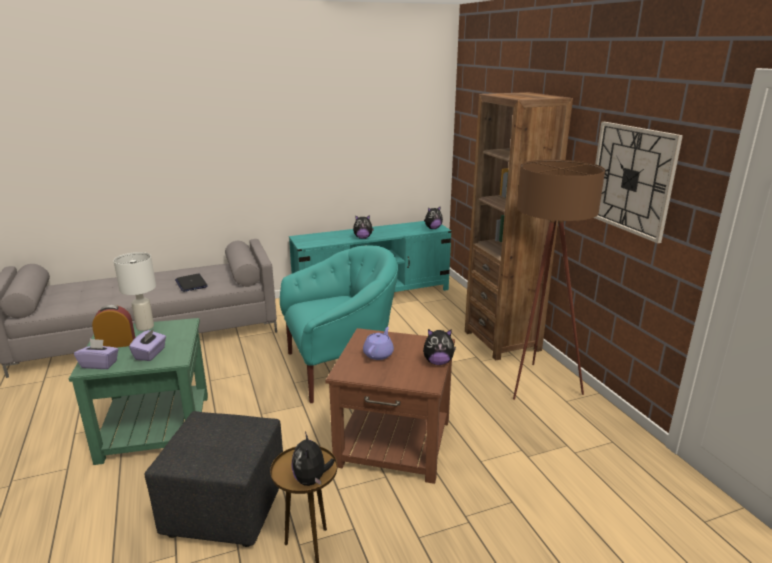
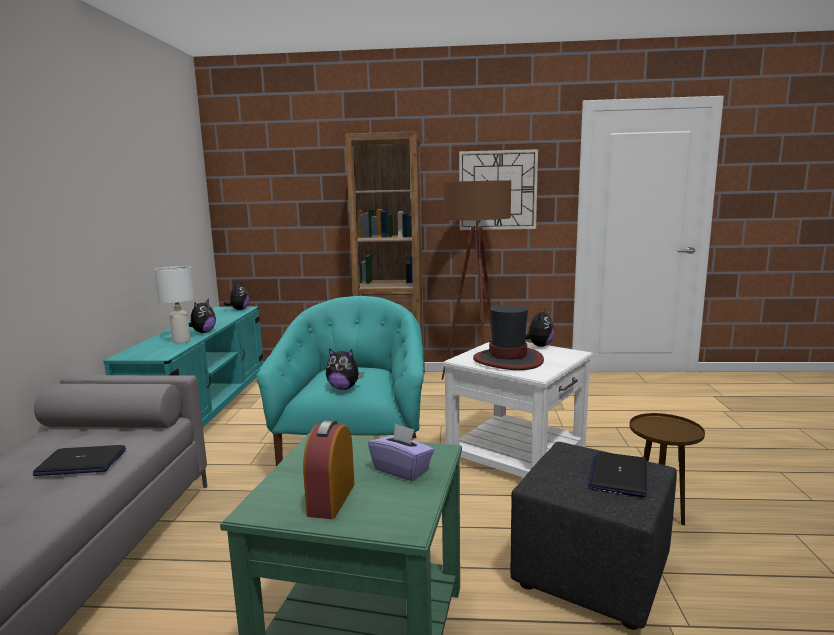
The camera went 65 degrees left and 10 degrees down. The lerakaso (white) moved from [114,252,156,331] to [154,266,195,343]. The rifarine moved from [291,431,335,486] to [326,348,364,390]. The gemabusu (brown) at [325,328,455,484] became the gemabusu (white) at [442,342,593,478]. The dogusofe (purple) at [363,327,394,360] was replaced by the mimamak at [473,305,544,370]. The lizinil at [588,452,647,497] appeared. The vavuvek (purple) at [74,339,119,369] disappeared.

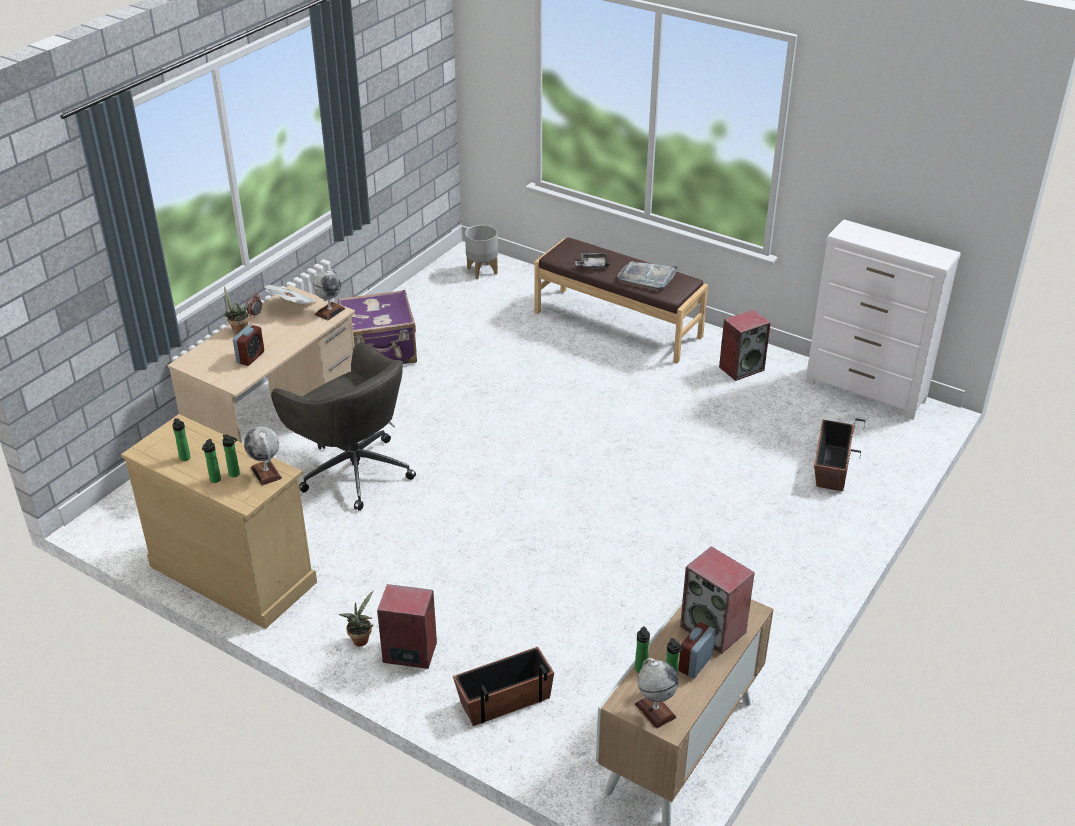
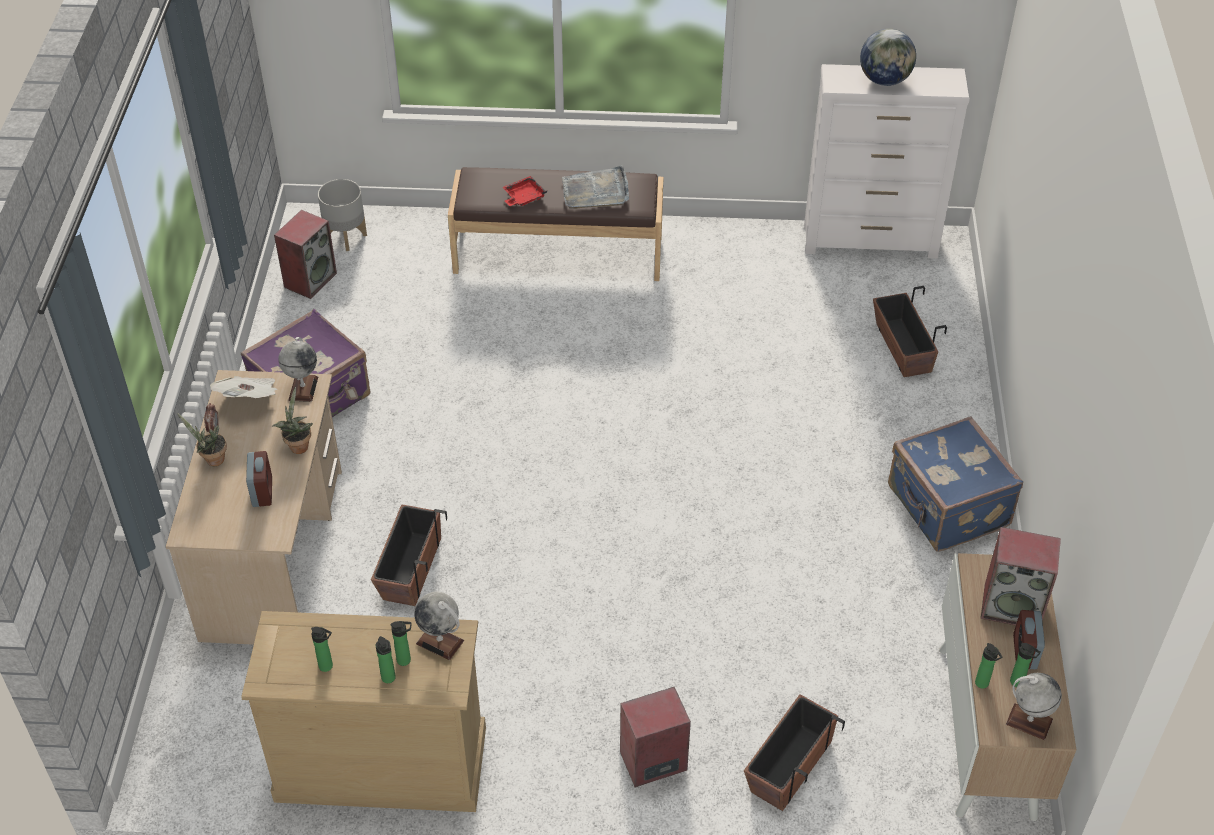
The camera went 30 degrees left and 10 degrees up. The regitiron moved from [338,591,374,647] to [272,387,313,454]. The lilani moved from [719,309,771,381] to [274,210,337,299]. The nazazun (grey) at [271,343,416,511] was replaced by the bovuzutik at [371,504,447,606]. The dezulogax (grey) at [575,253,610,269] became the dezulogax (red) at [502,176,547,206]. The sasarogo at [860,29,916,86] appeared. The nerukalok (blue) at [888,416,1023,552] appeared.

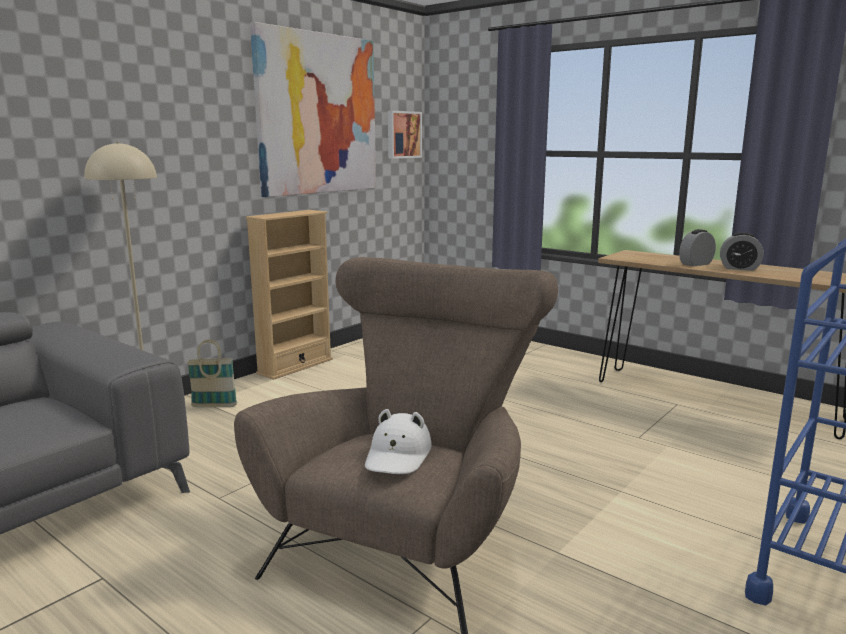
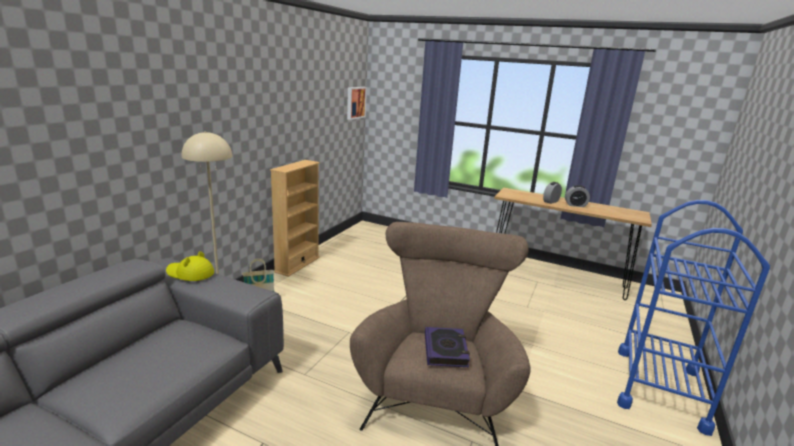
The camera went 15 degrees left and 5 degrees up. The mimamak (yellow) at [166,251,214,281] appeared. The mimamak (white) at [365,409,432,474] was replaced by the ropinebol at [425,327,470,367]. The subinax at [250,22,376,197] disappeared.

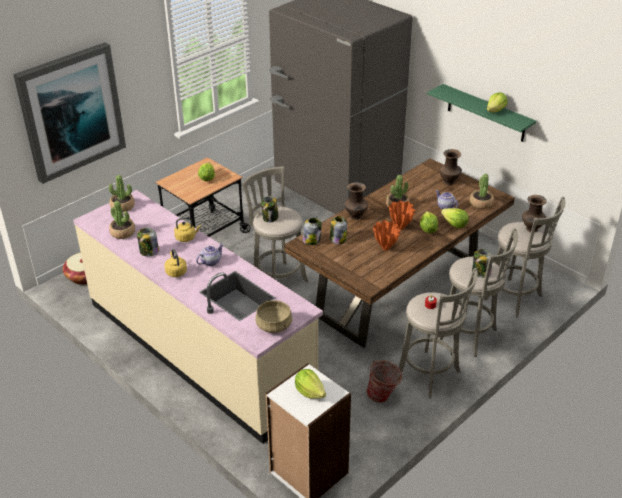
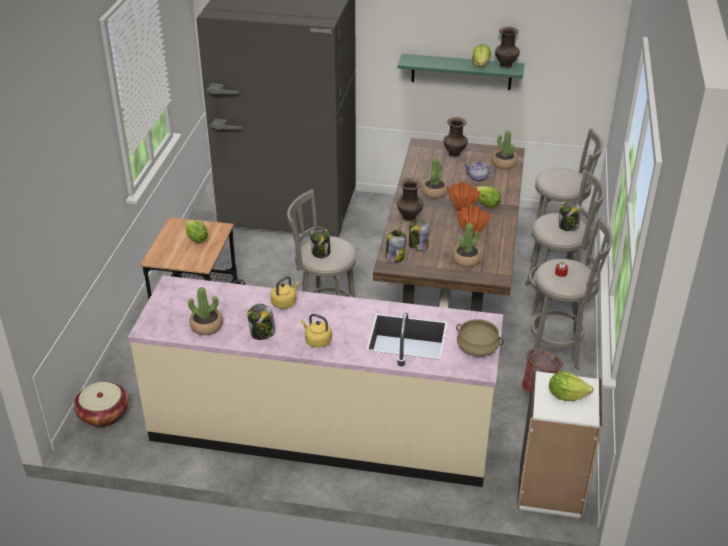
The camera went 35 degrees left and 0 degrees up. The regitiron moved from [109,175,135,212] to [452,223,482,267]. The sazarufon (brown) moved from [522,195,547,233] to [495,27,520,68]. The subinax at [13,43,126,184] disappeared. The dogusofe at [196,243,224,266] disappeared. The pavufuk at [441,208,469,228] disappeared.

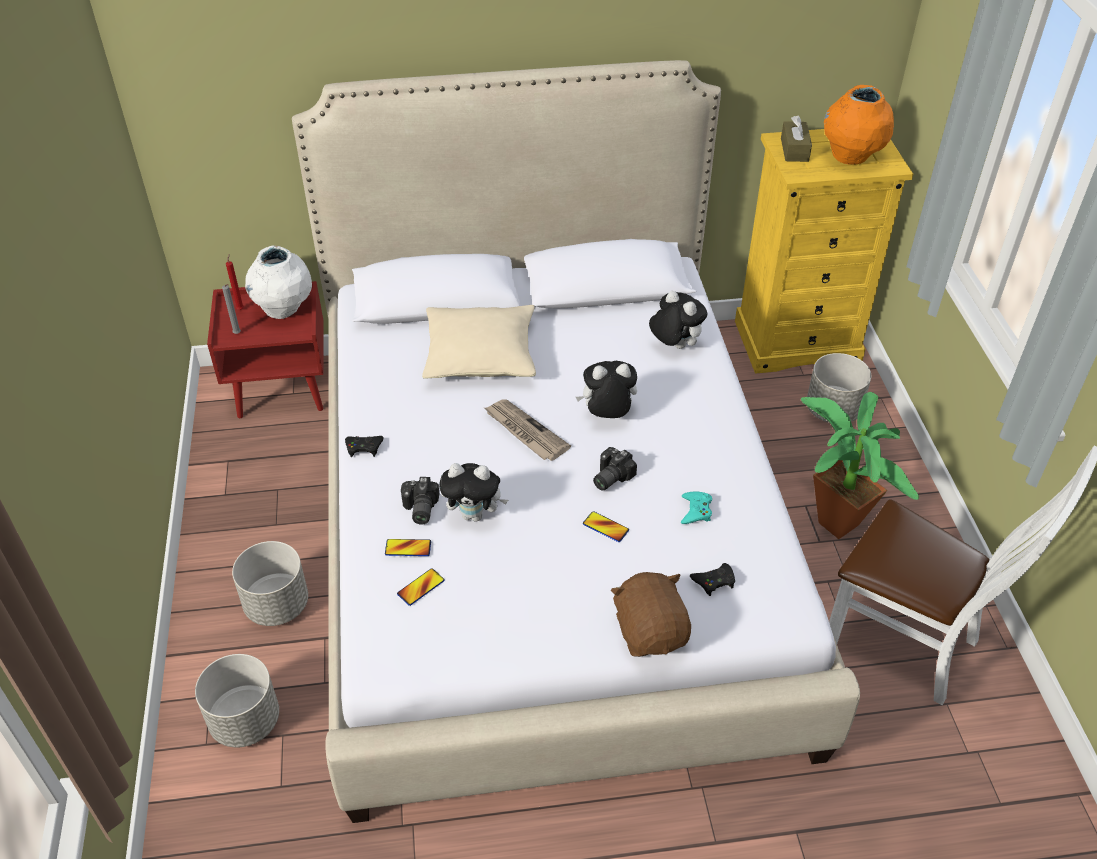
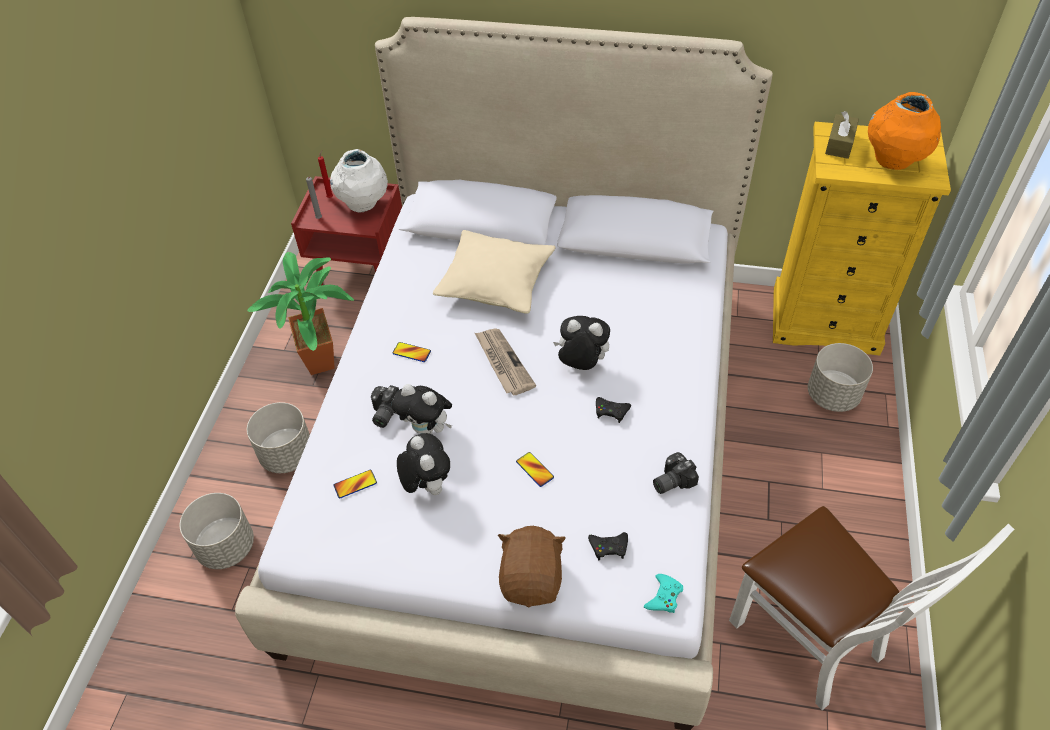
The camera went 20 degrees right and 5 degrees up. The regitiron moved from [801,392,919,539] to [247,252,354,375]. The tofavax moved from [385,539,431,556] to [392,342,431,362]. The rifarine moved from [649,291,707,349] to [397,433,450,495]. The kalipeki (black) moved from [345,436,384,457] to [596,397,631,423]. The kalipeki (turquoise) moved from [681,491,712,524] to [644,574,683,613]. The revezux moved from [593,447,637,491] to [653,452,699,494].

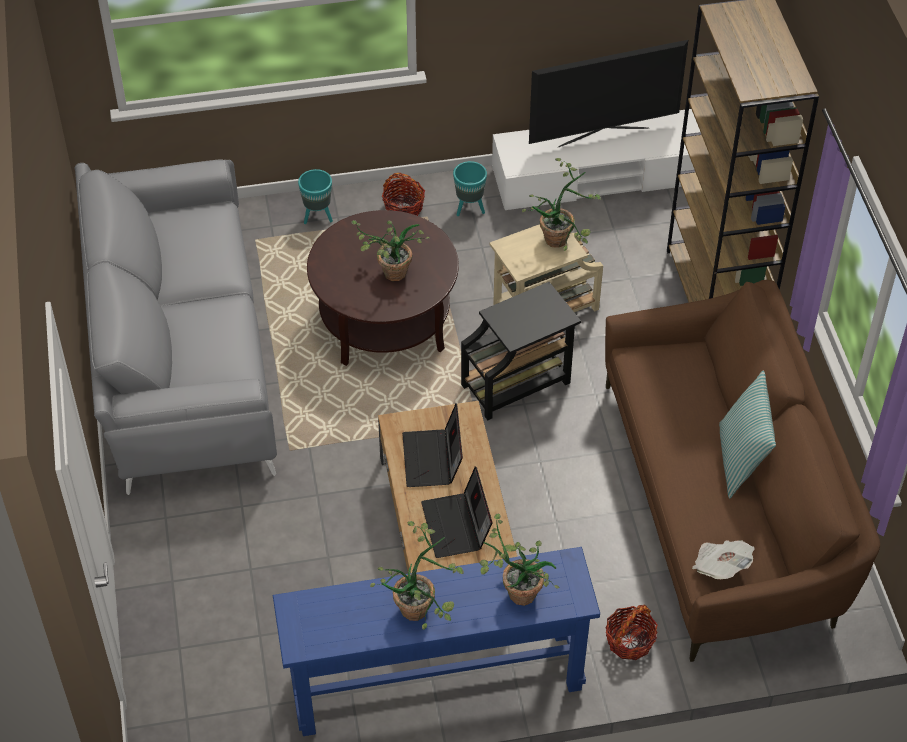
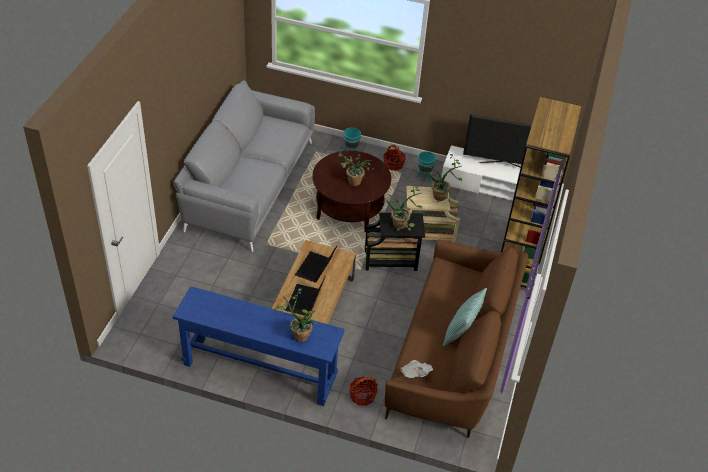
The camera went 25 degrees right and 5 degrees down. The regitiron moved from [370,521,464,630] to [383,181,422,231].

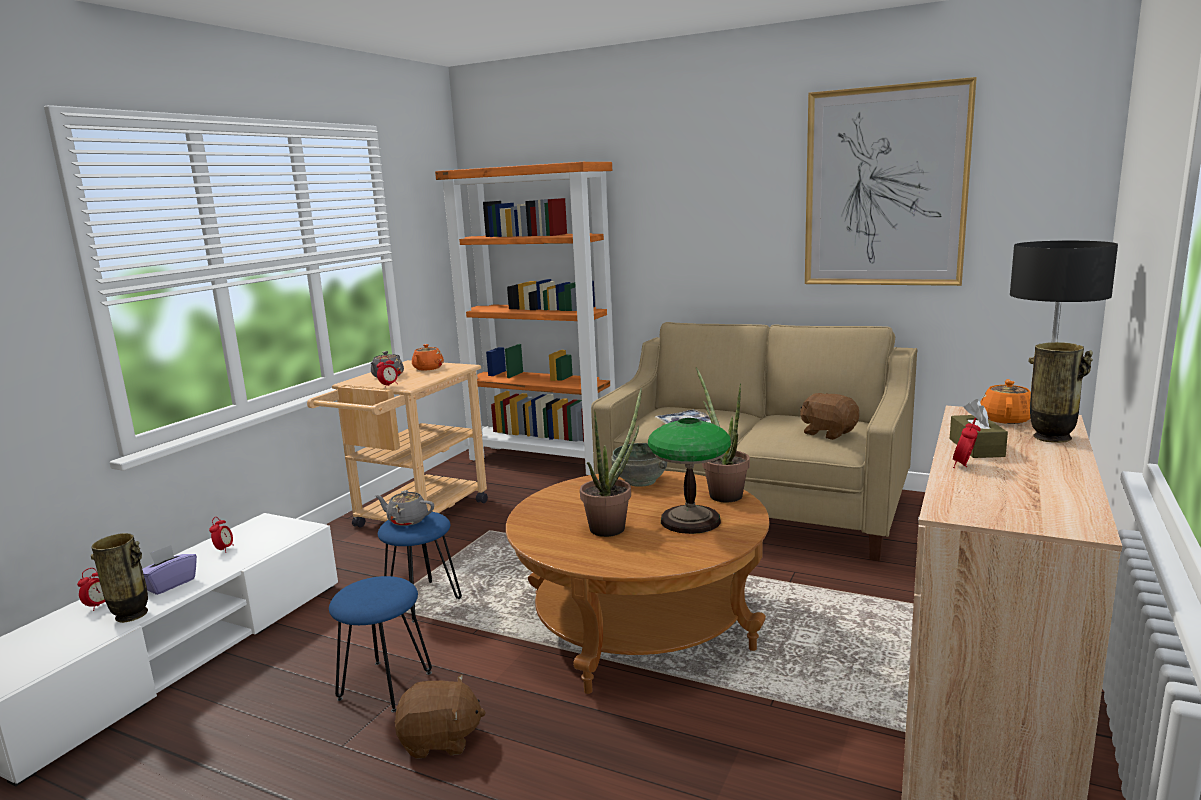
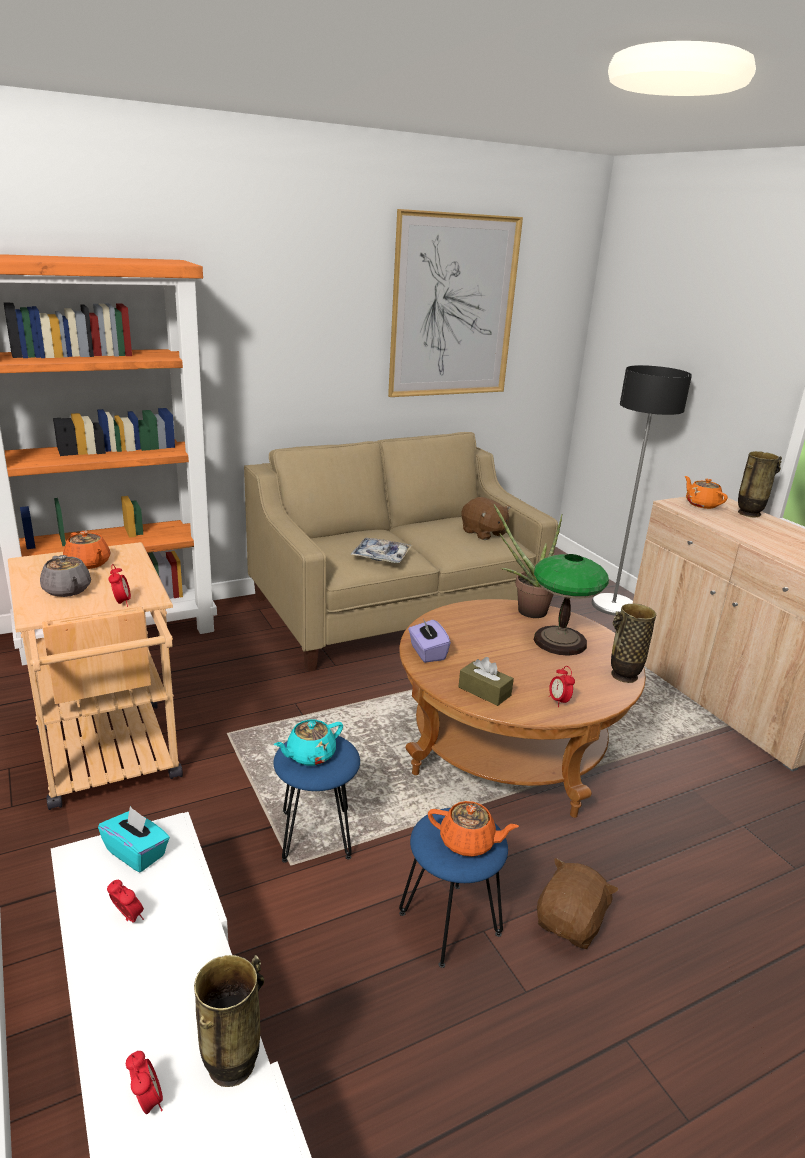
The camera went 55 degrees left and 10 degrees up. The vavuvek (turquoise) at [98,806,170,872] appeared. The dogusofe (grey) at [375,490,434,526] became the dogusofe (turquoise) at [274,720,343,766]. The vavuvek (purple) moved from [142,545,197,595] to [408,619,451,663]. The dogusofe (orange) at [428,801,519,857] appeared. The vavuvek (brown) moved from [950,399,1008,458] to [458,657,514,706]. The rifarine (brown) at [800,393,859,440] turned 120 degrees counterclockwise. The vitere moved from [953,418,981,468] to [549,666,575,707]. The sazarufon at [611,604,656,683] appeared. The regitiron at [580,388,642,537] disappeared. The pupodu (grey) at [611,443,667,487] disappeared.

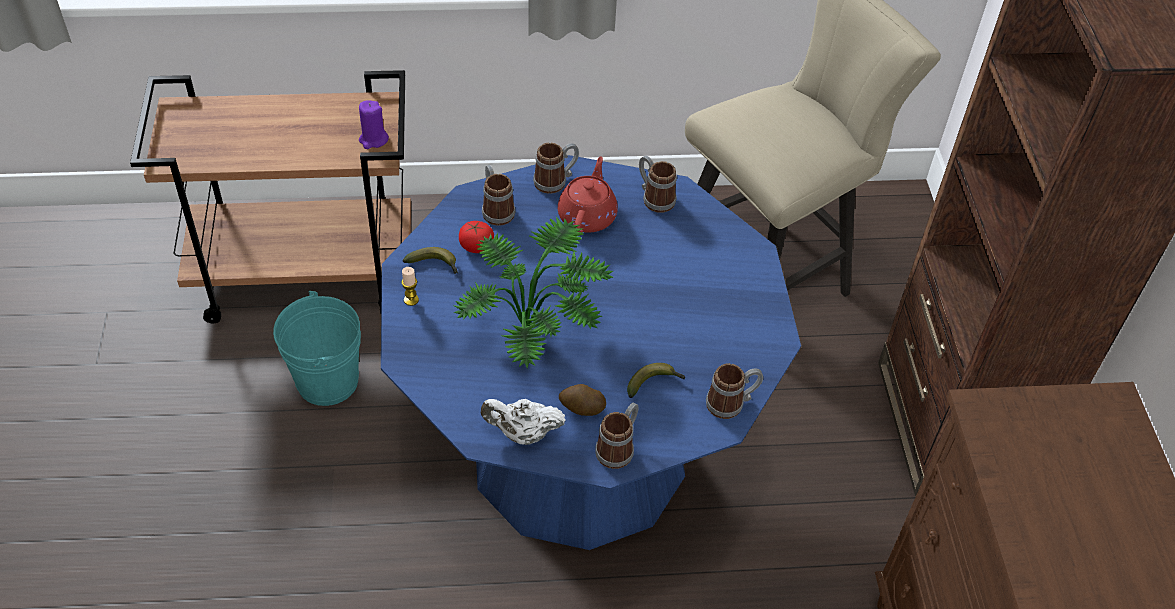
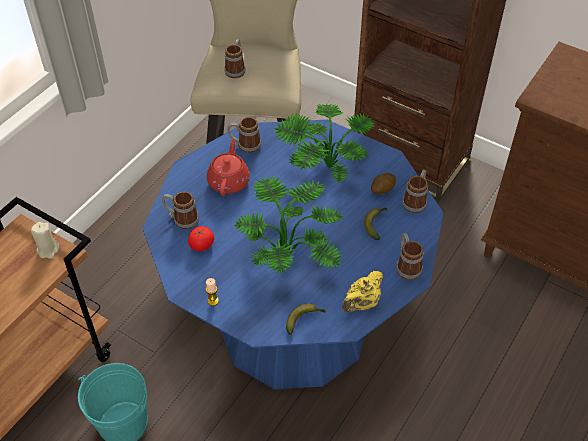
The camera went 50 degrees left and 0 degrees up. The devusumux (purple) at [359,100,389,149] became the devusumux (beige) at [31,222,59,259]. The dogusofe (red) at [558,156,618,233] turned 45 degrees clockwise. The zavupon moved from [533,142,579,194] to [225,39,245,78]. The regitiron at [274,104,375,183] appeared. The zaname moved from [403,247,458,274] to [286,304,325,335]. The dogusofe (white) at [481,399,566,445] became the dogusofe (yellow) at [342,271,383,313]. The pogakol moved from [559,384,606,416] to [371,173,396,194].

